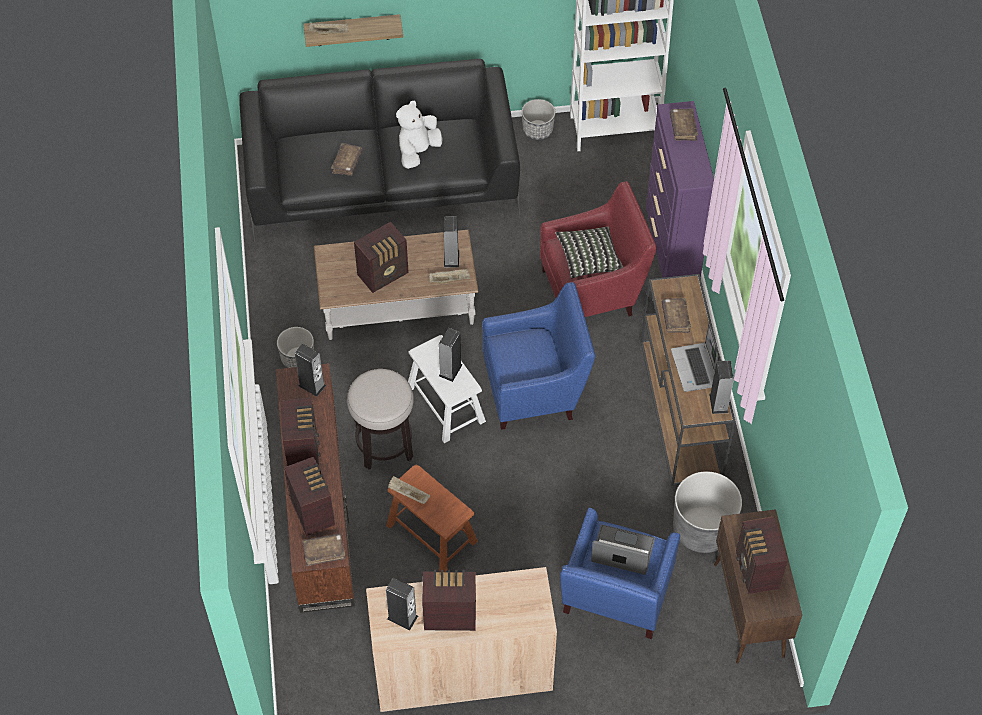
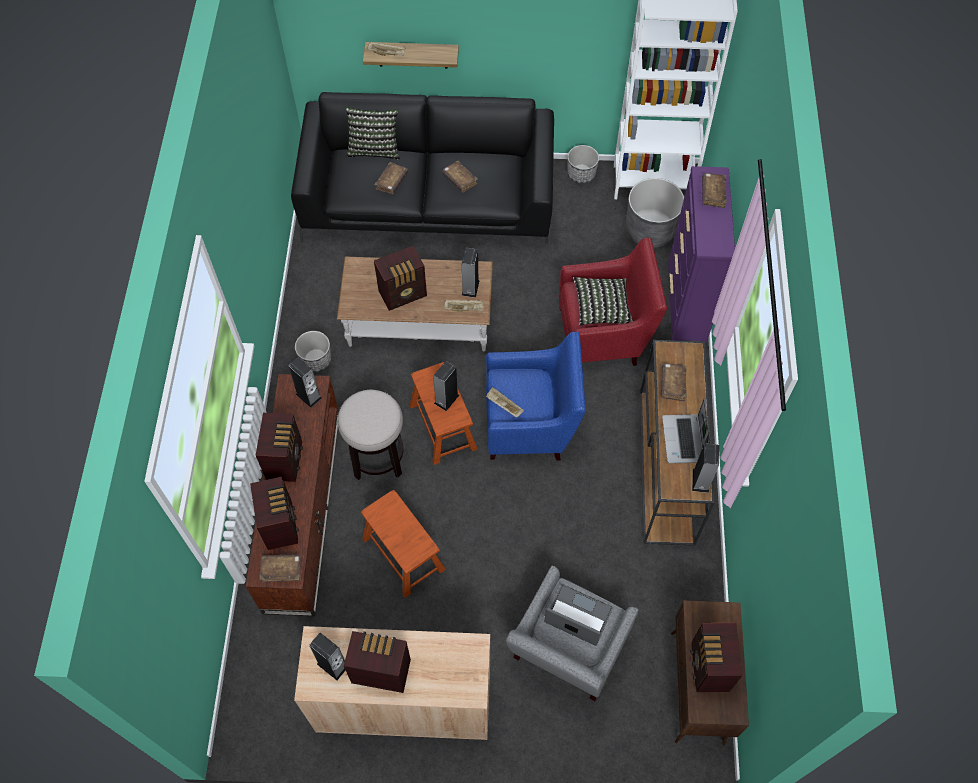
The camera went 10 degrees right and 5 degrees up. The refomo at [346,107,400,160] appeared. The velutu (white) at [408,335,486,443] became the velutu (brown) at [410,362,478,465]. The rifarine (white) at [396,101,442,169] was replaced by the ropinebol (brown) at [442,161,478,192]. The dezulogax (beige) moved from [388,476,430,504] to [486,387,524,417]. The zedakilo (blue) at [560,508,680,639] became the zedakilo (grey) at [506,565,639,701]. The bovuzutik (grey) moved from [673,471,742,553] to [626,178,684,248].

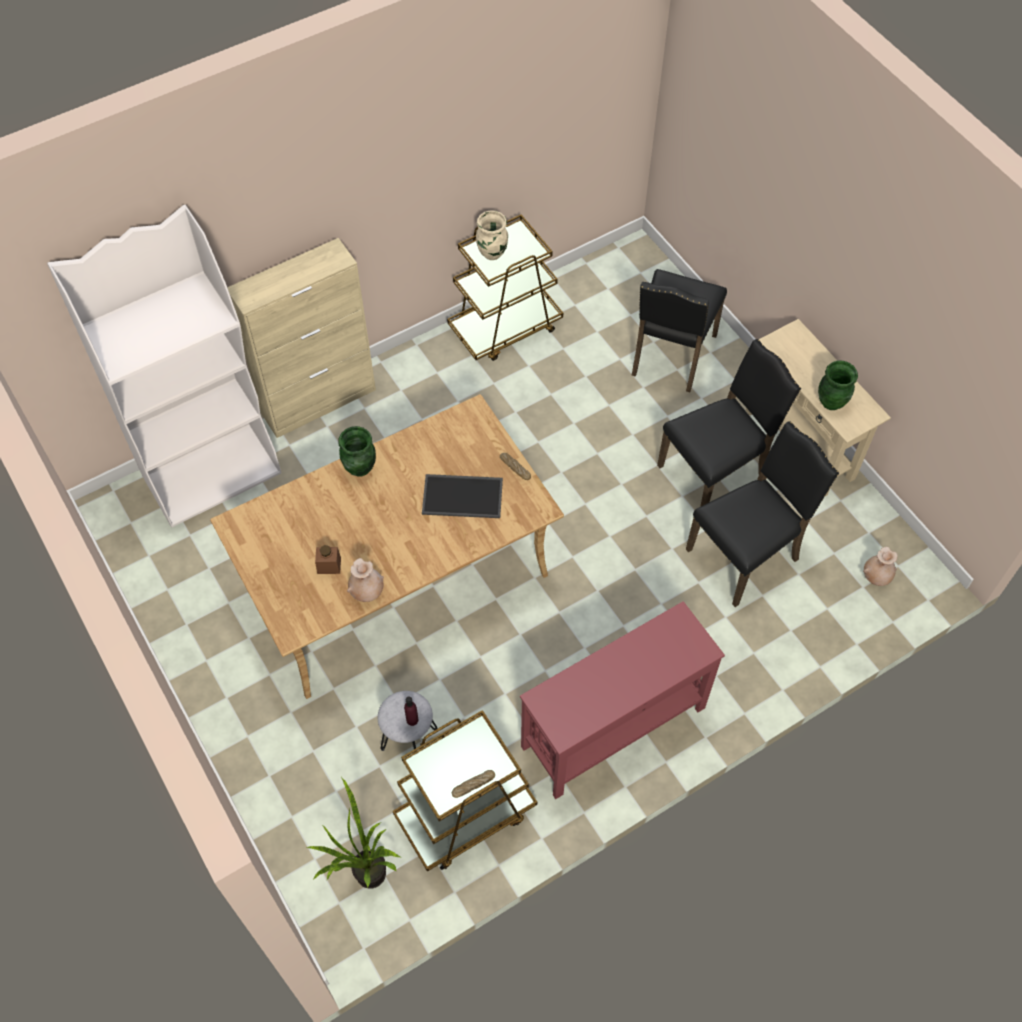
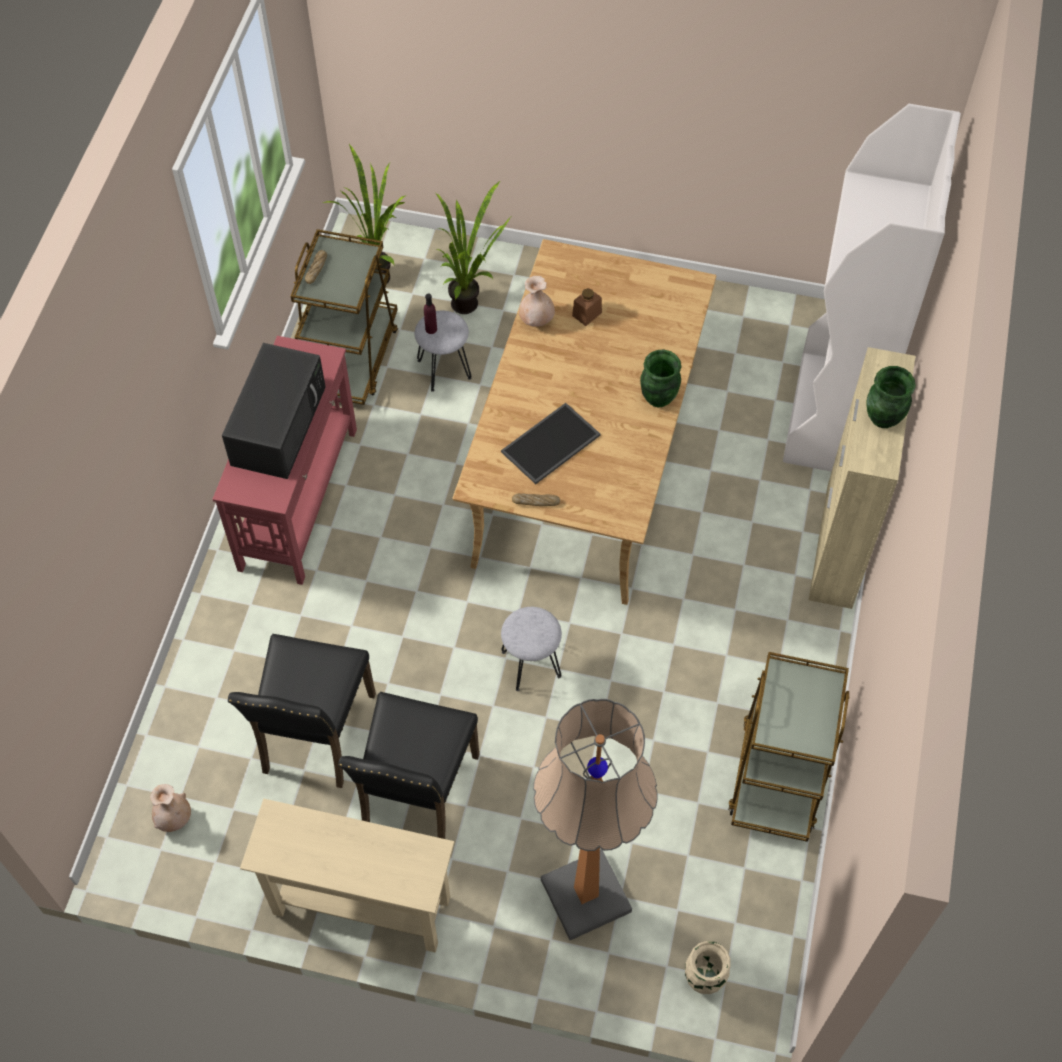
The camera went 135 degrees right and 0 degrees up. The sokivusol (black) at [222,343,326,479] appeared. The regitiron at [435,181,511,314] appeared. The velutu (grey) at [501,607,562,691] appeared. The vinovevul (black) at [632,269,727,392] was replaced by the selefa at [533,699,658,940]. The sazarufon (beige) moved from [476,210,508,260] to [685,941,731,994]. The sazarufon (green) moved from [818,361,858,410] to [867,366,916,428].

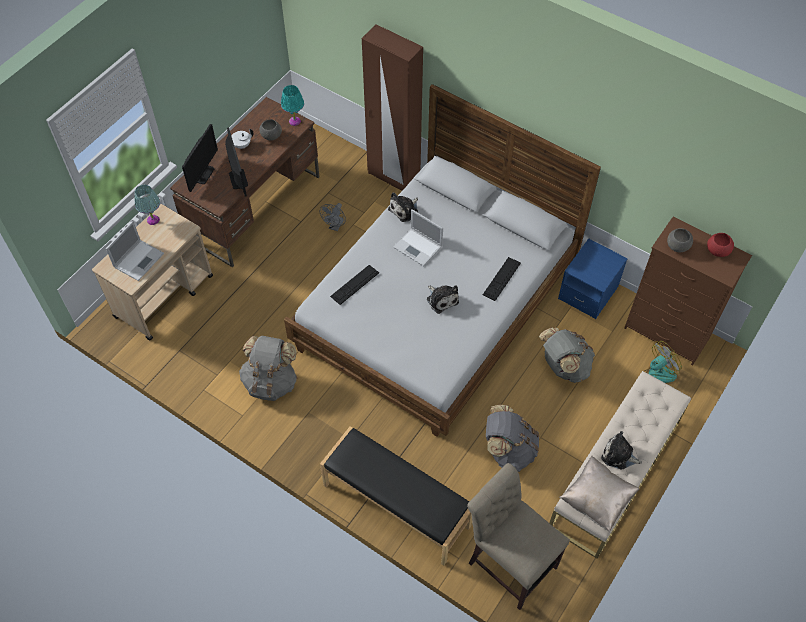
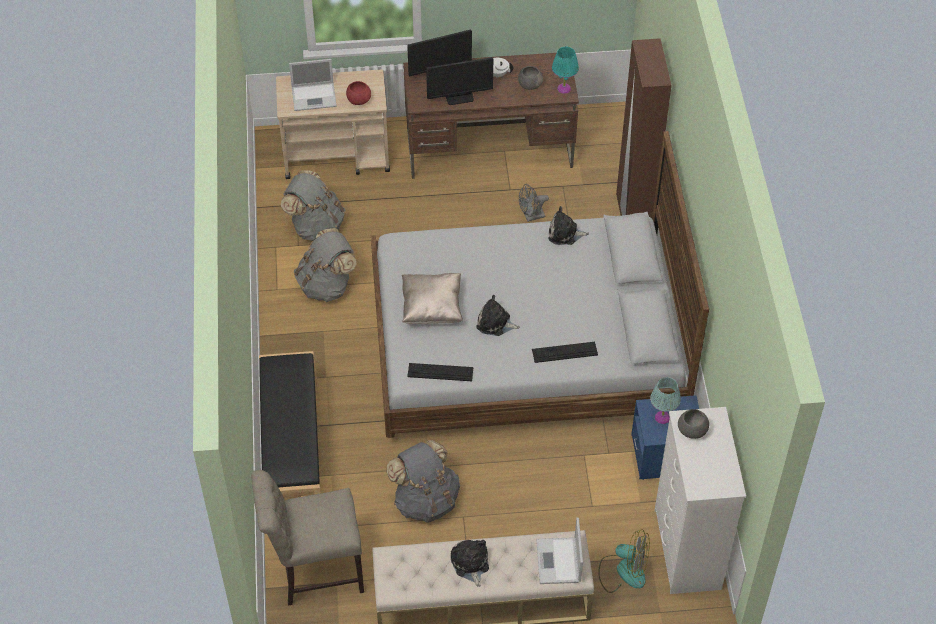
The camera went 50 degrees right and 5 degrees down. The vinovevul (beige) at [467,463,570,610] turned 105 degrees counterclockwise. The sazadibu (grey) moved from [539,328,595,383] to [281,170,345,241]. The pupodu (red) moved from [707,233,734,257] to [346,81,371,105]. The refomo (beige) moved from [559,455,640,532] to [402,273,463,324]. The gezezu moved from [330,265,379,305] to [407,363,473,381]. The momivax at [225,127,248,197] turned 45 degrees clockwise. The rifarine at [427,285,459,314] turned 90 degrees clockwise. The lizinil moved from [393,209,443,266] to [536,518,583,584]. The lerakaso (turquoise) moved from [135,185,160,225] to [650,377,681,424]. The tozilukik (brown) at [624,216,752,365] became the tozilukik (white) at [655,407,746,594].

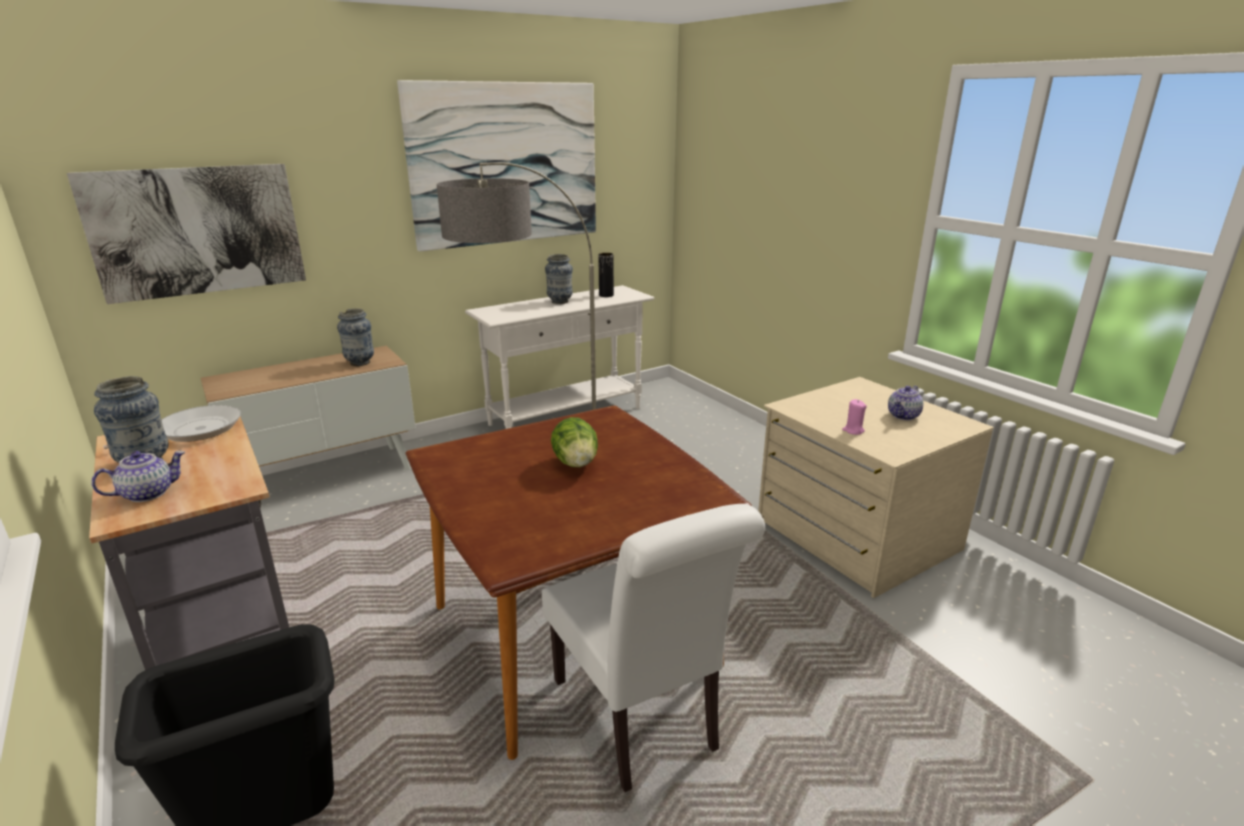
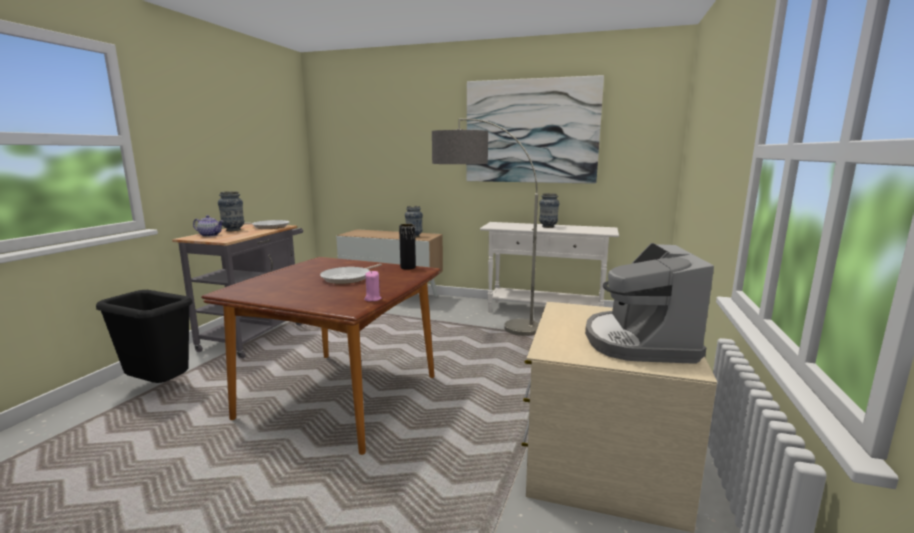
The camera went 50 degrees right and 10 degrees down. The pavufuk at [551,417,598,467] was replaced by the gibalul at [320,264,382,284]. The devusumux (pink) moved from [842,399,867,435] to [364,271,382,301]. The sazarufon (black) moved from [598,253,614,297] to [399,224,416,270]. The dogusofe at [888,386,923,420] was replaced by the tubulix at [585,243,714,364]. The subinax at [67,164,306,304] disappeared. The vinovevul (white) at [542,504,765,792] disappeared.

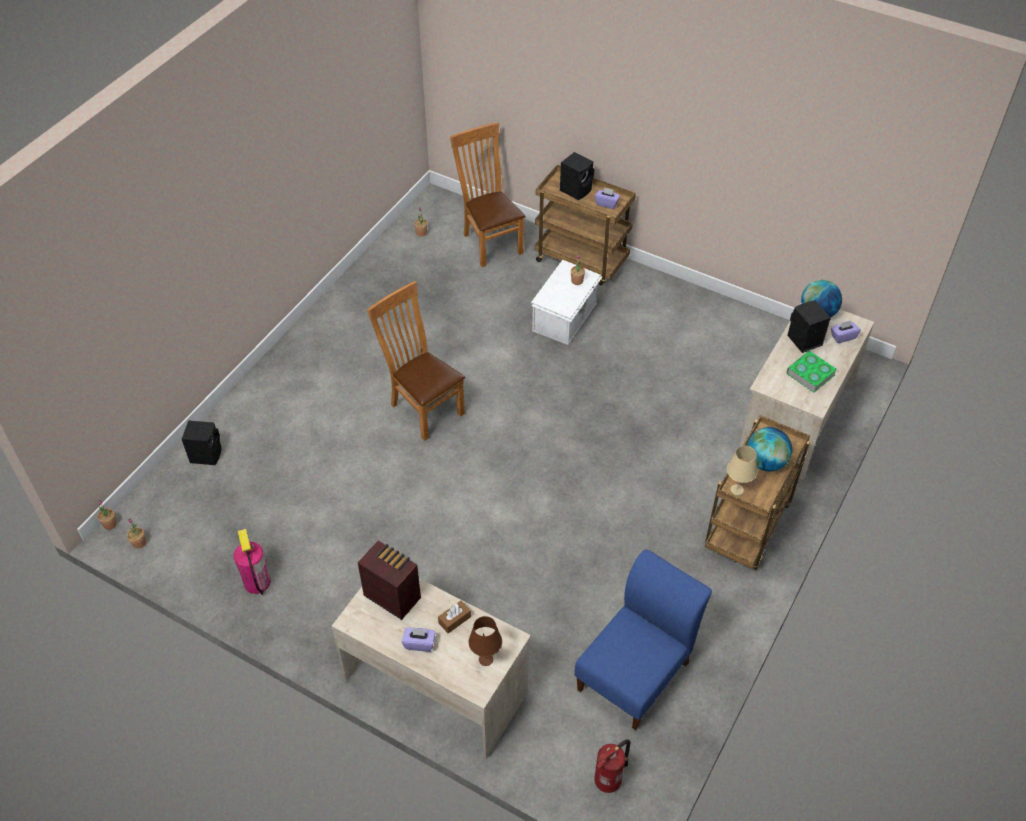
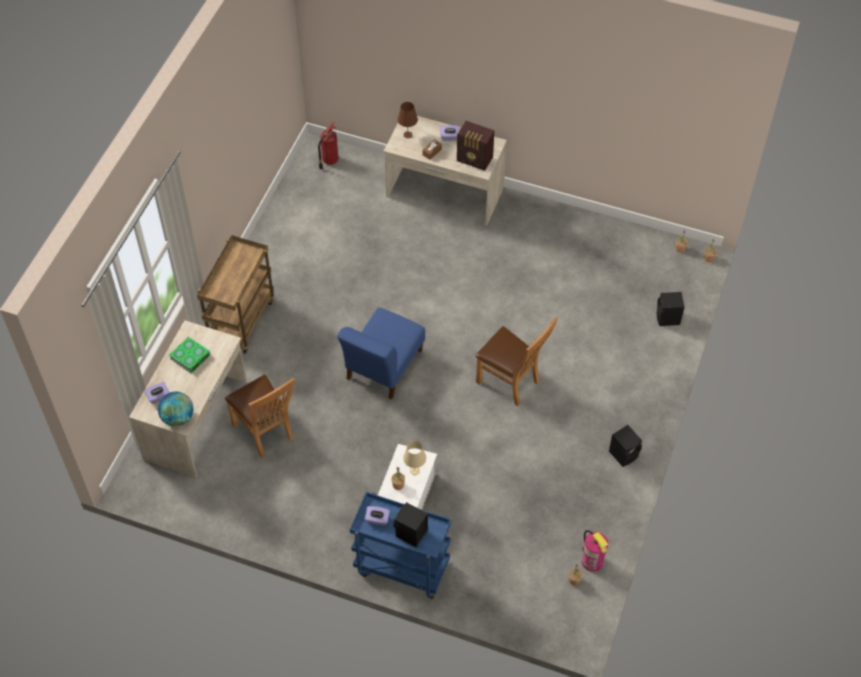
The camera went 170 degrees right and 5 degrees up. The vinovevul (brown) moved from [450,122,526,267] to [225,375,295,458]. The vinovevul (blue) moved from [574,549,712,730] to [337,308,425,399]. The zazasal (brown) at [535,165,636,285] became the zazasal (blue) at [350,492,451,599]. The lerakaso (beige) moved from [727,446,757,496] to [403,441,426,475]. The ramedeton moved from [234,529,270,595] to [582,530,608,572]. The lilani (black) moved from [787,300,831,353] to [609,425,642,467]. The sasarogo at [747,427,792,471] disappeared.

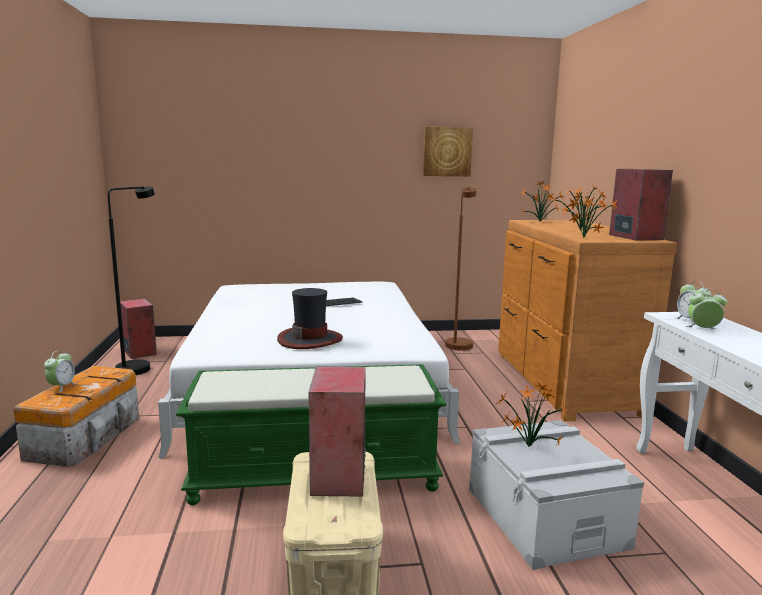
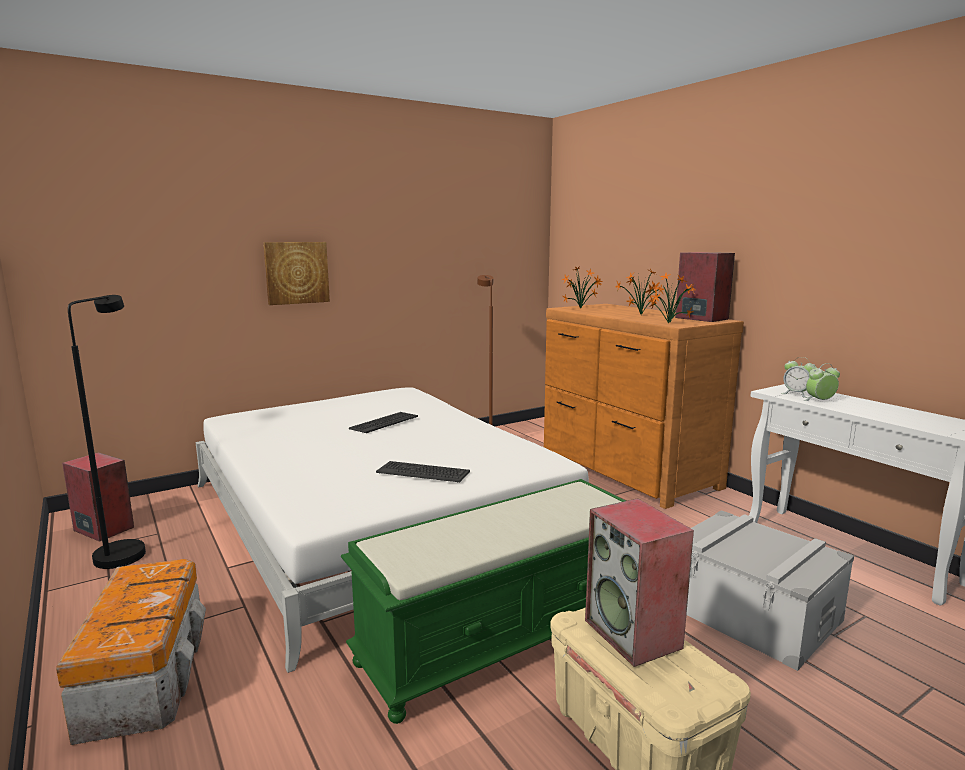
The camera went 25 degrees left and 0 degrees up. The subinax moved from [423,126,473,176] to [263,242,330,305]. The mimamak at [277,288,343,349] was replaced by the gezezu at [376,461,470,482]. The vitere at [44,351,77,393] disappeared. The regitiron at [496,382,567,447] disappeared.

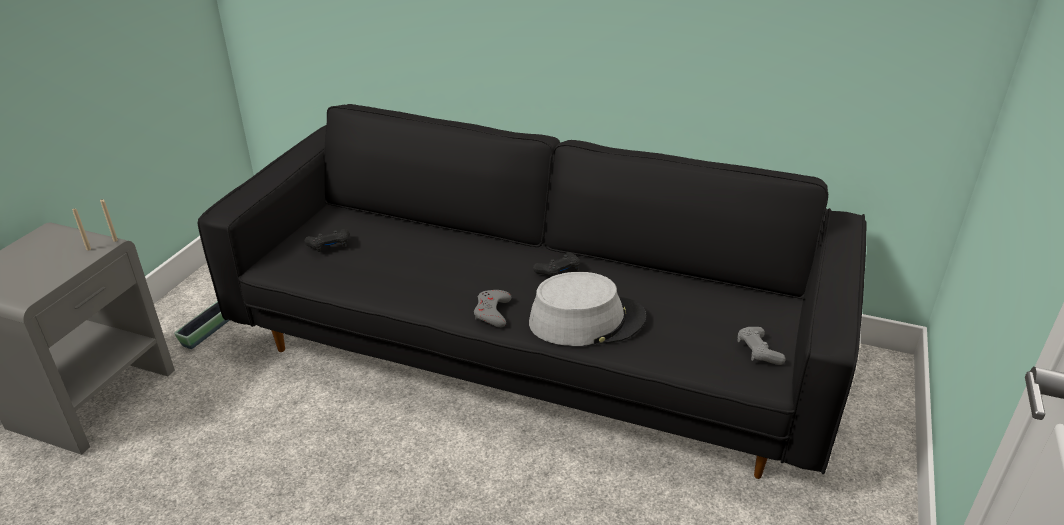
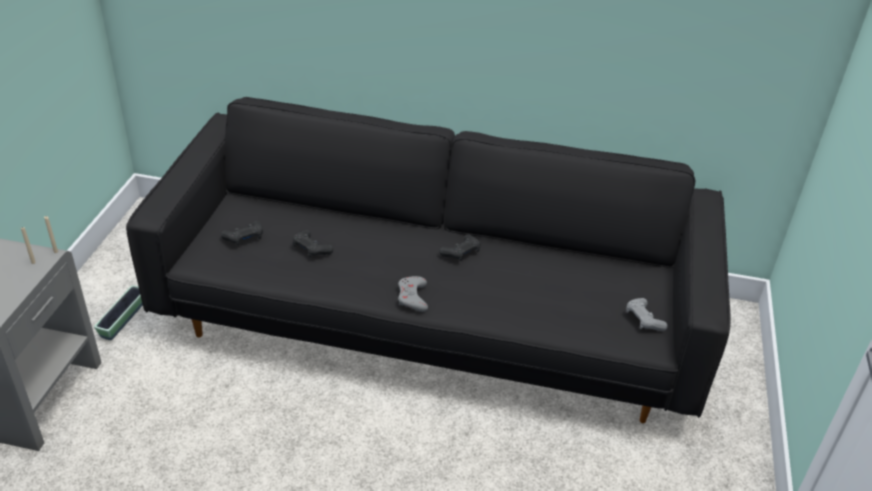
The camera went 10 degrees left and 5 degrees up. The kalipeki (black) at [292,230,333,258] appeared. The mimamak (grey) at [529,272,646,346] disappeared.

